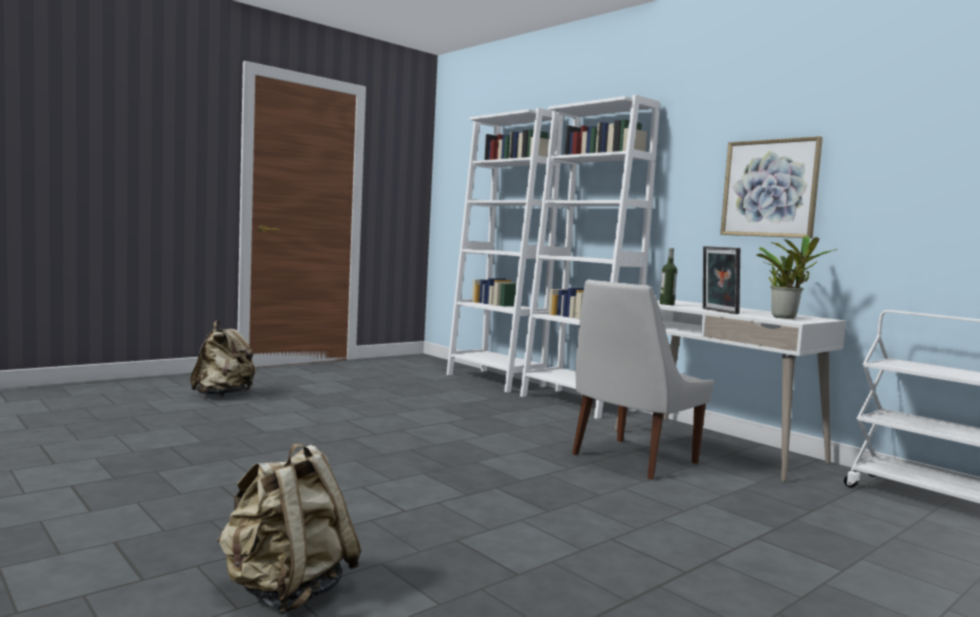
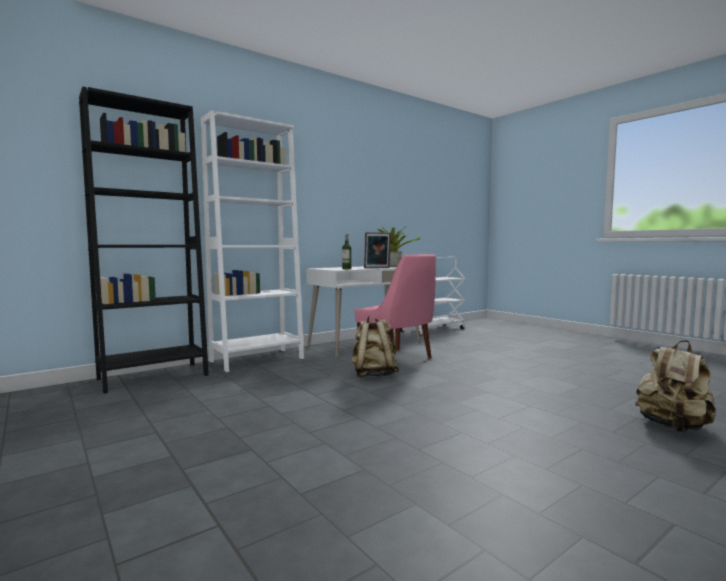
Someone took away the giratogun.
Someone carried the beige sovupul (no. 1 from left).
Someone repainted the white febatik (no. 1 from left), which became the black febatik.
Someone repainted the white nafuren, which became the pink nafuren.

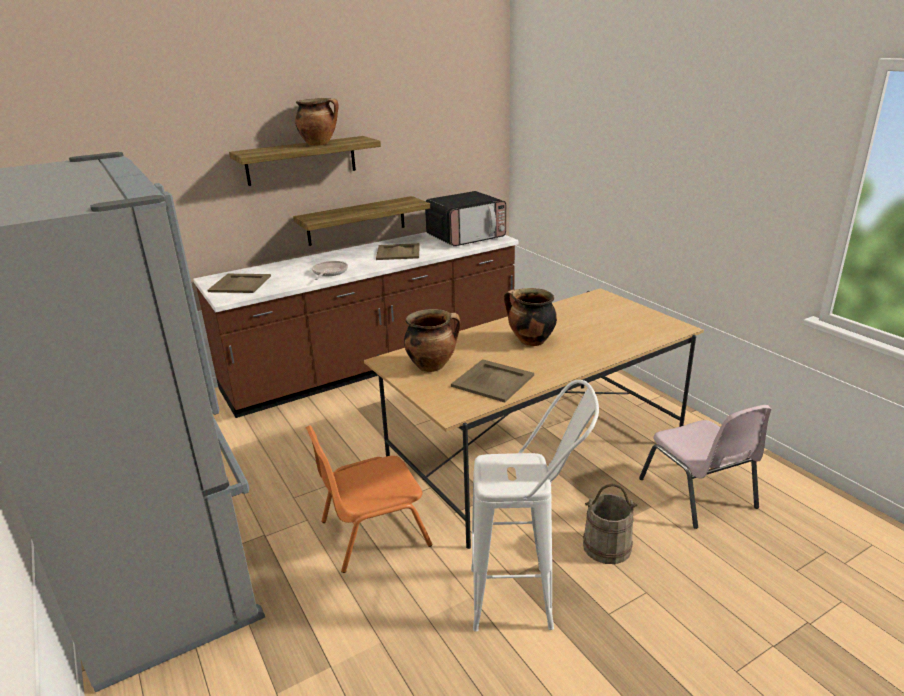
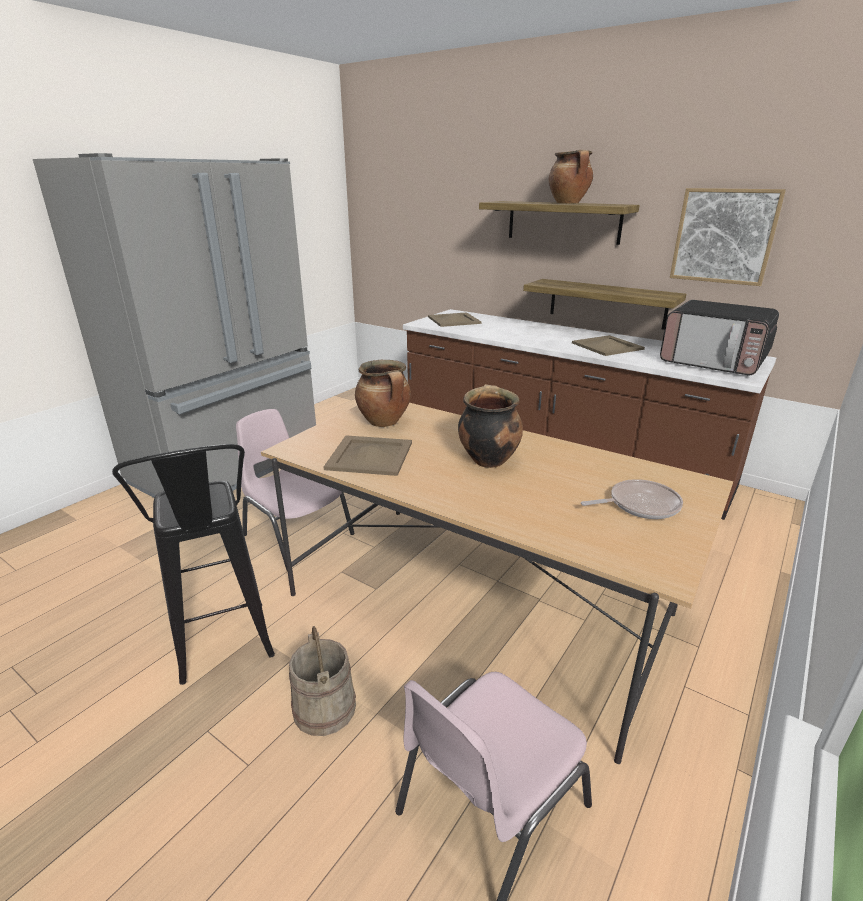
Someone put up the giratogun.
Someone carried the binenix.
Someone repainted the orange nafuren, which became the pink nafuren (no. 1 from left).
Someone repainted the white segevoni, which became the black segevoni.

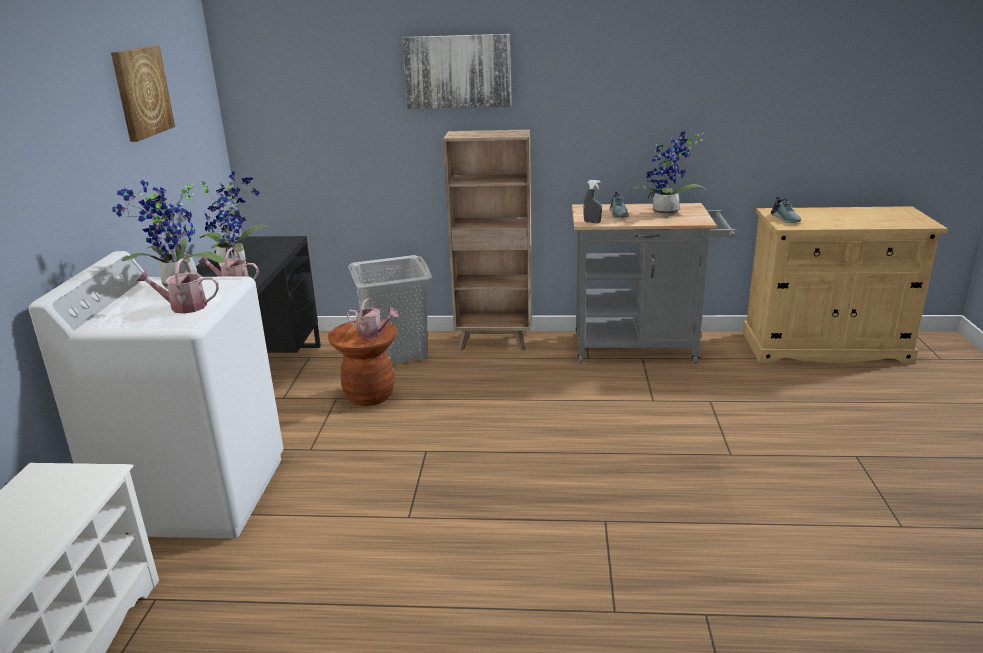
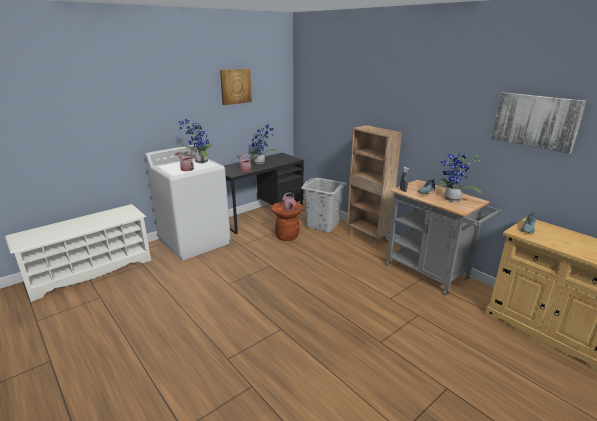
Someone carried the giratogun (no. 2 from left).

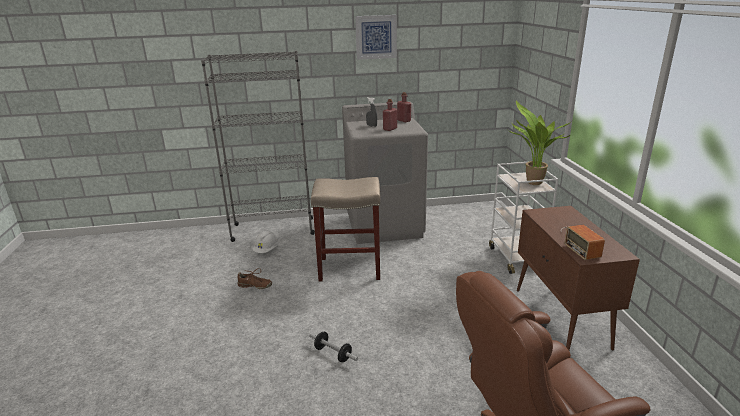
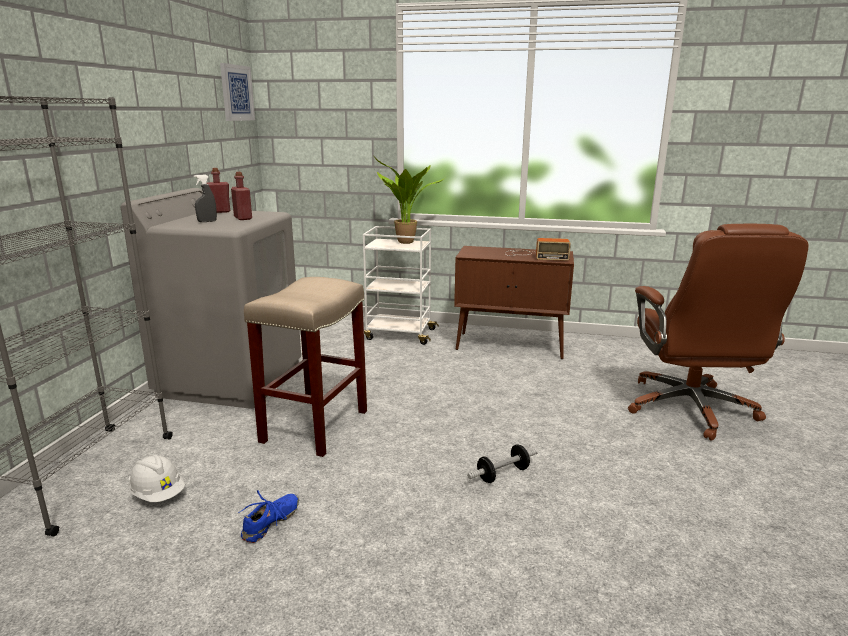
Someone carried the giratogun.
Someone repainted the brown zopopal, which became the blue zopopal.

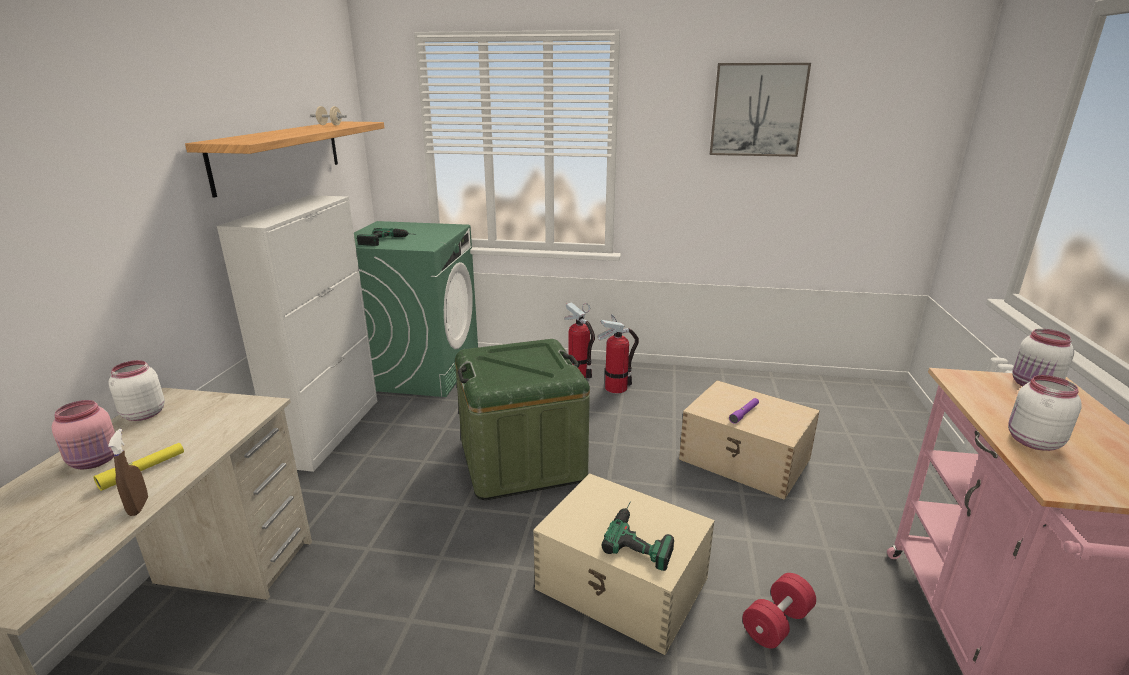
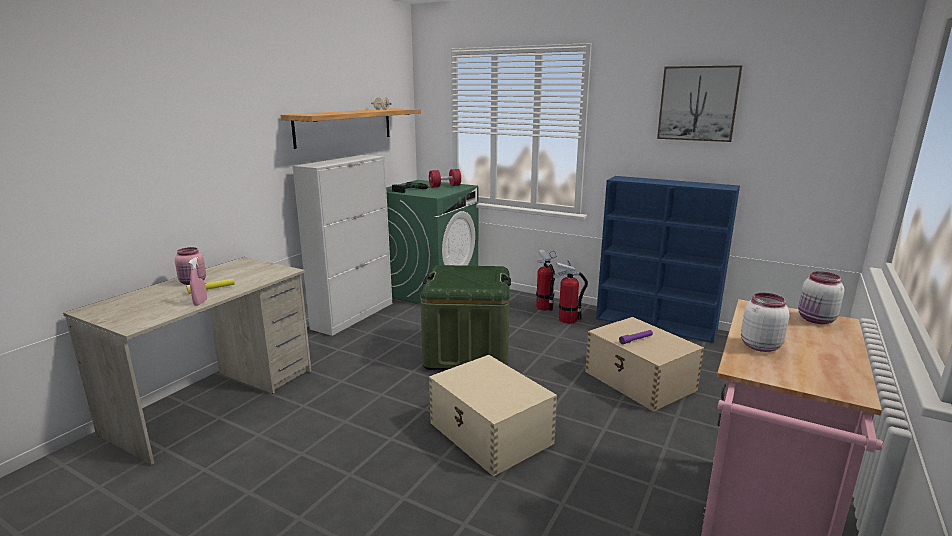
Someone took away the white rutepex (no. 1 from left).
Someone took away the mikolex (no. 2 from left).
Someone put down the blue febatik.
Someone carried the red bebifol.
Someone repainted the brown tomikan, which became the pink tomikan.

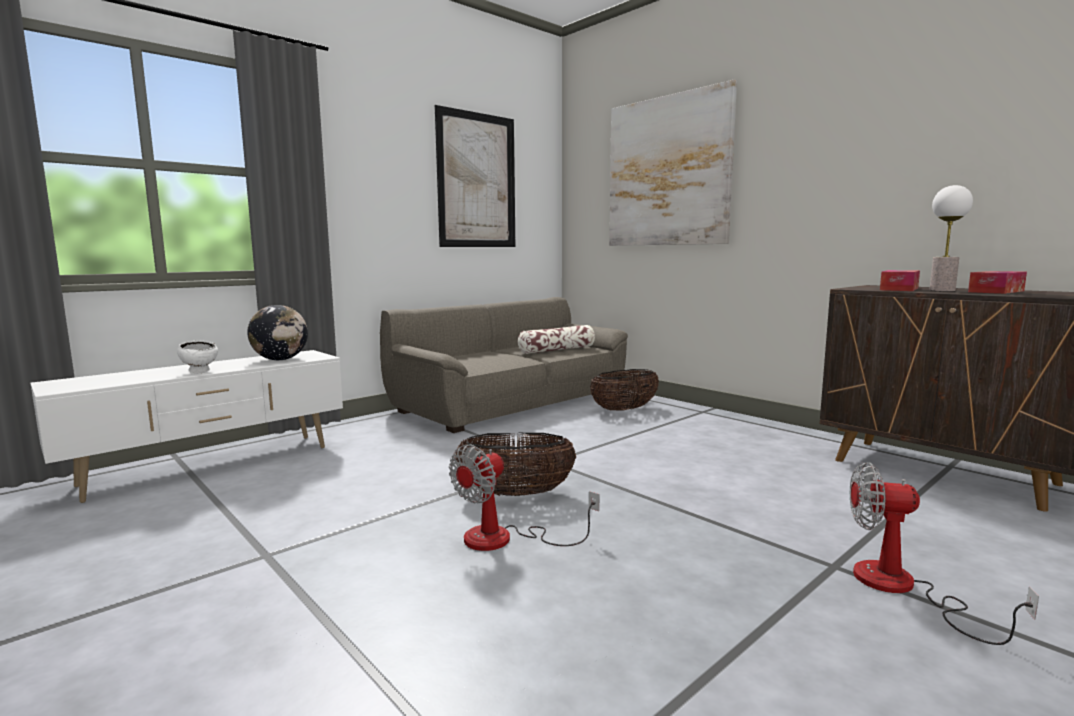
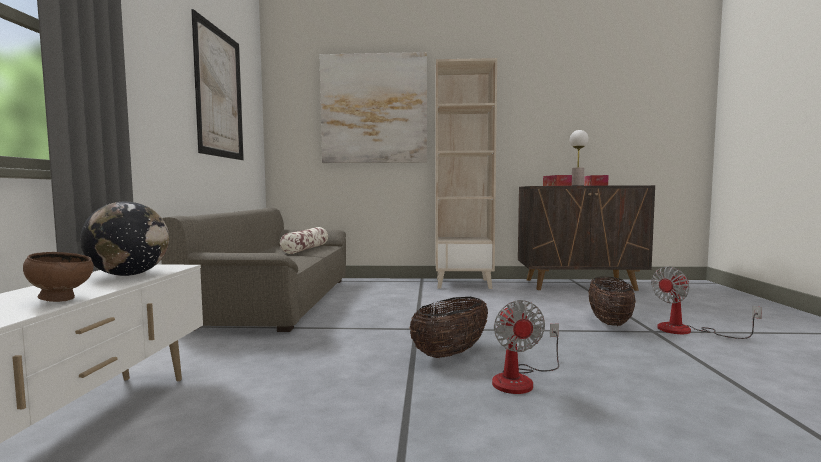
Someone put down the beige febatik.
Someone carried the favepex (no. 2 from left).
Someone repainted the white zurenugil, which became the brown zurenugil.

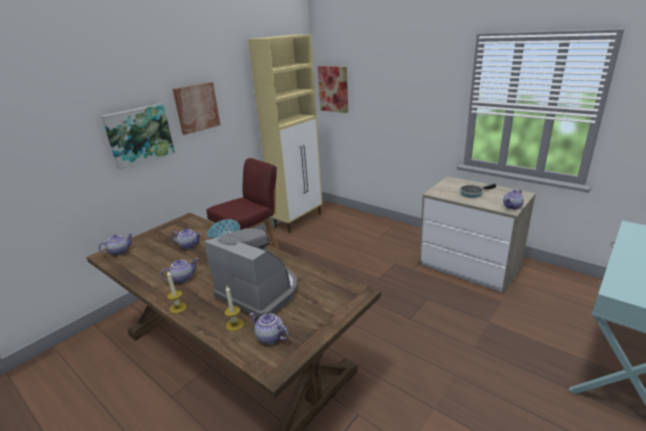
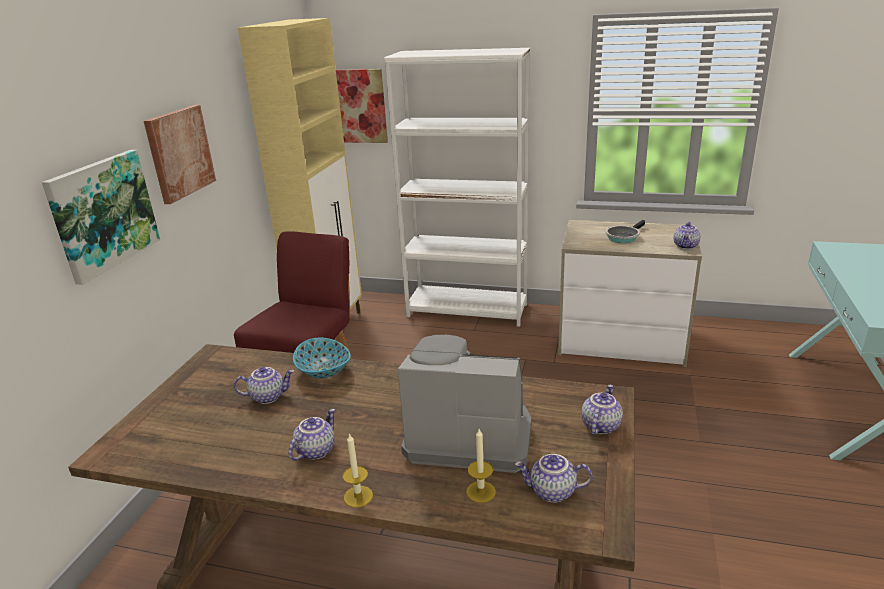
Someone put down the white febatik.
Someone carried the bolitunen (no. 1 from left in the first image).

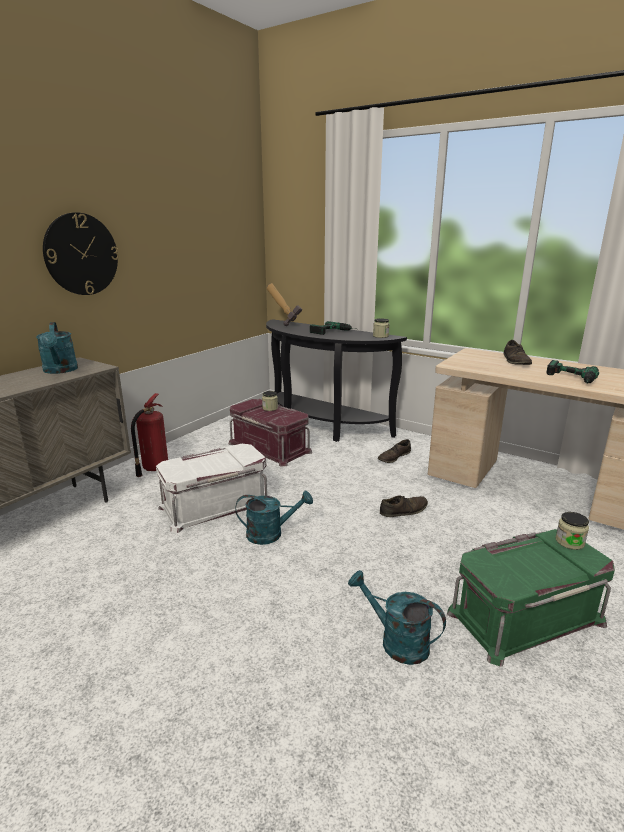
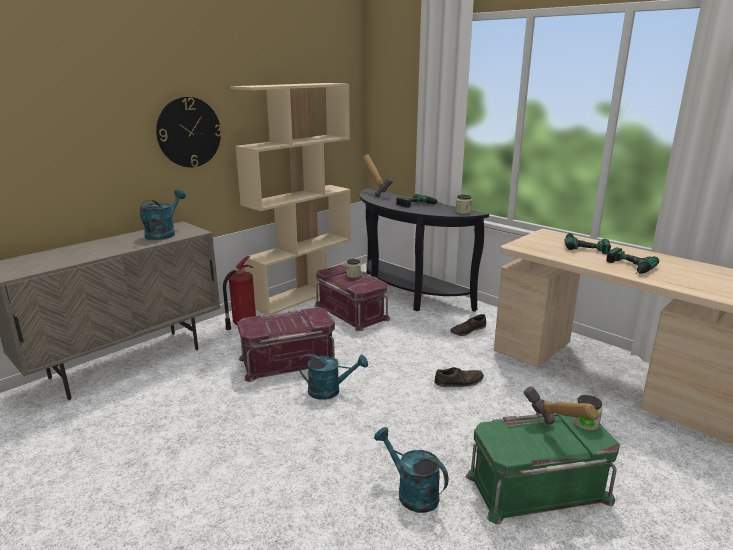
Someone put down the beige febatik.
Someone put down the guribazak (no. 2 from left).
Someone swapped the brown zopopal (no. 3 from left) for the mikolex (no. 2 from left).
Someone repainted the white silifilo, which became the red silifilo (no. 1 from left).
Someone rotated the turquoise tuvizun (no. 1 from left) by 150 degrees counterclockwise.

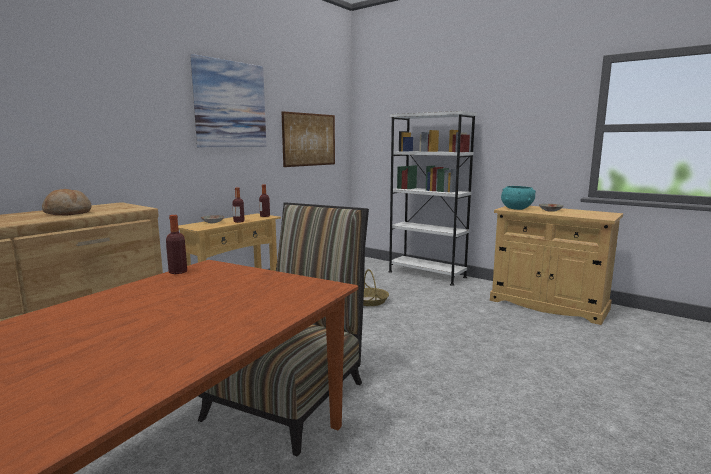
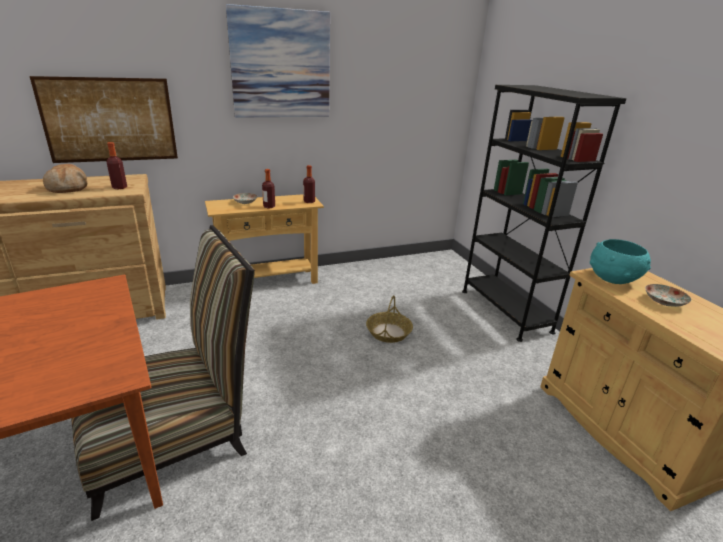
Someone carried the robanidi (no. 1 from left).
Someone carried the giratogun (no. 2 from left in the first image).
Someone repainted the white febatik, which became the black febatik.

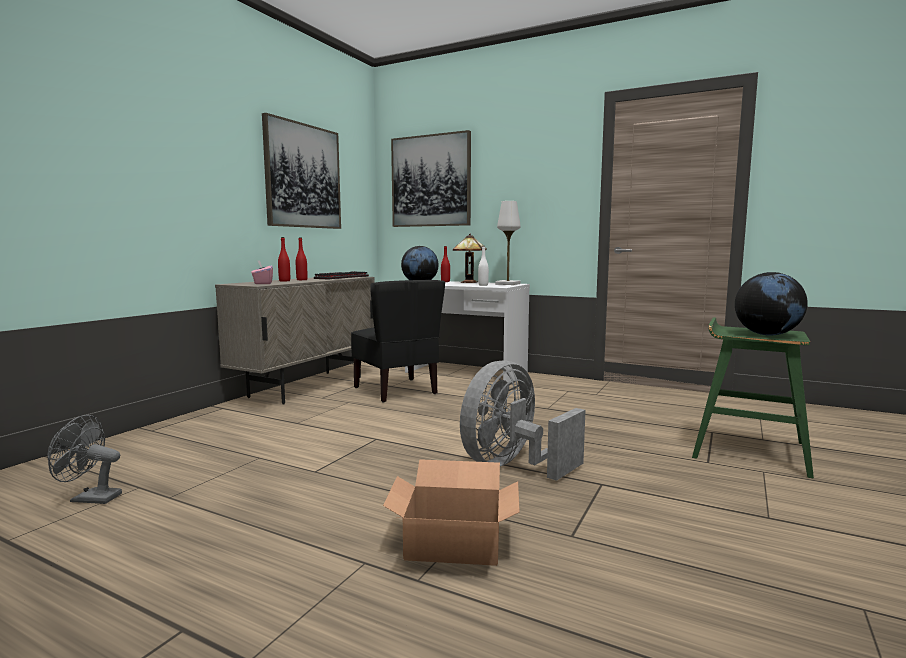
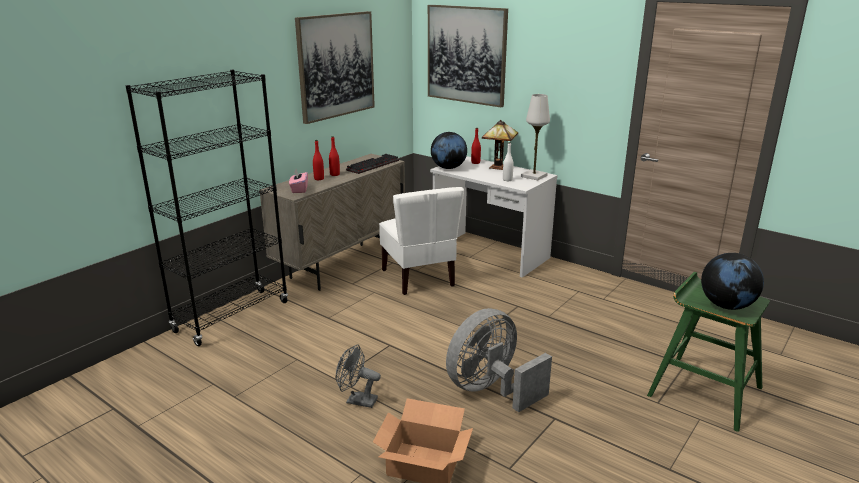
Someone put down the black febatik.
Someone carried the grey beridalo (no. 1 from left).
Someone repainted the black nafuren, which became the white nafuren.

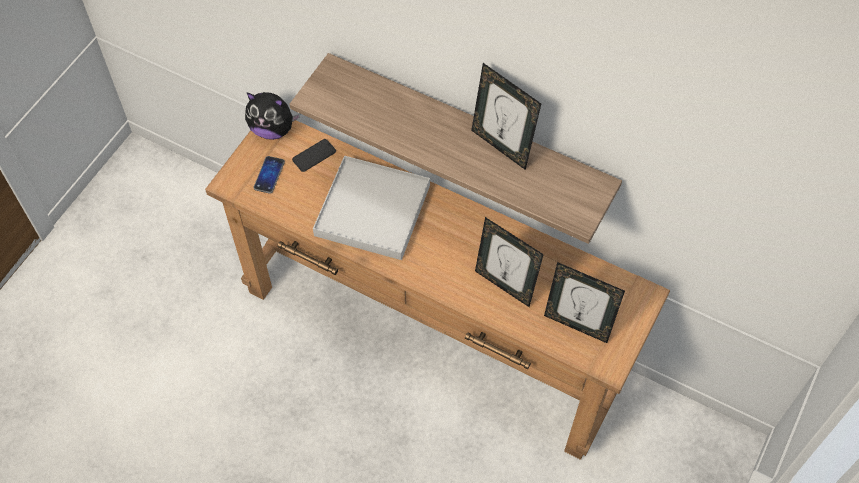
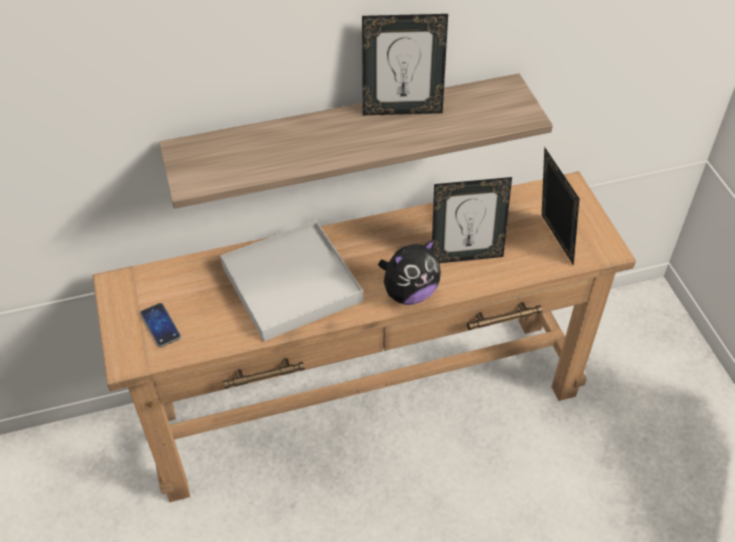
Someone took away the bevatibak (no. 2 from left).
Someone carried the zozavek.
Someone rotated the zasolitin (no. 3 from left) by 90 degrees counterclockwise.

